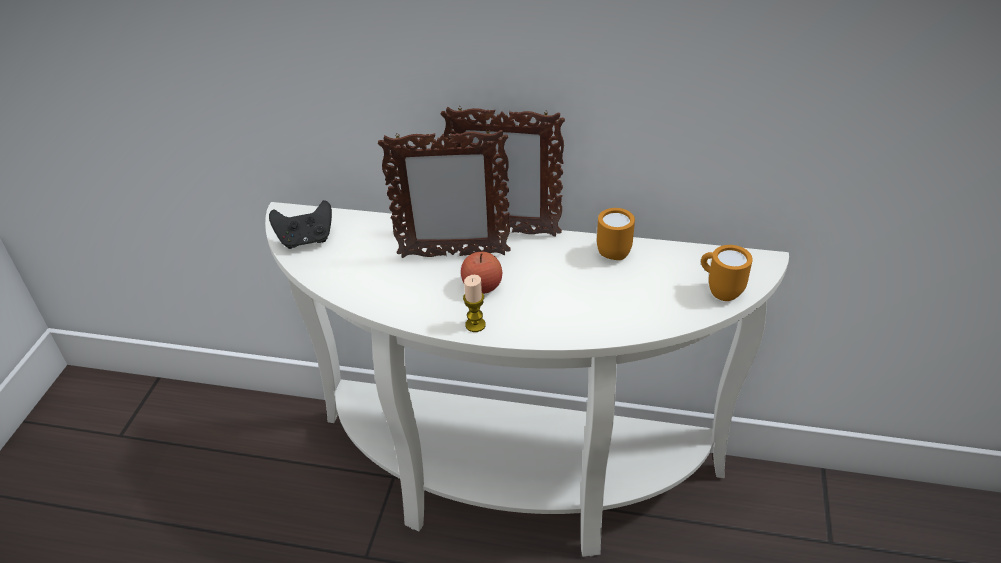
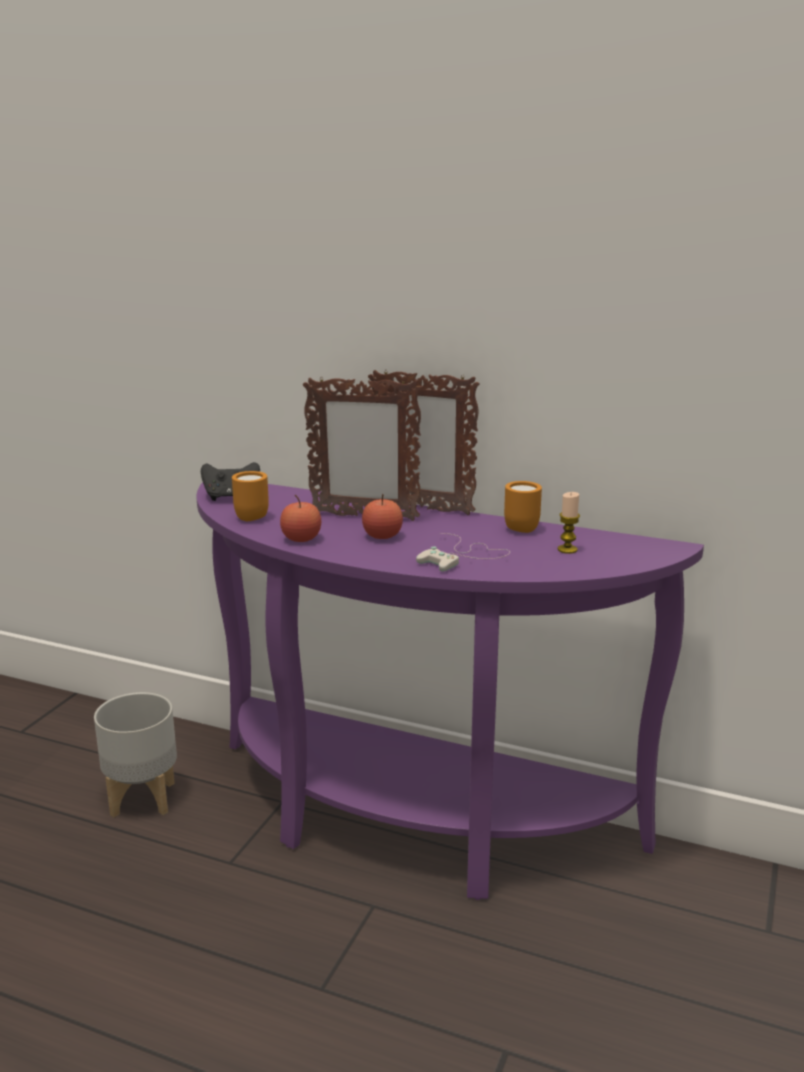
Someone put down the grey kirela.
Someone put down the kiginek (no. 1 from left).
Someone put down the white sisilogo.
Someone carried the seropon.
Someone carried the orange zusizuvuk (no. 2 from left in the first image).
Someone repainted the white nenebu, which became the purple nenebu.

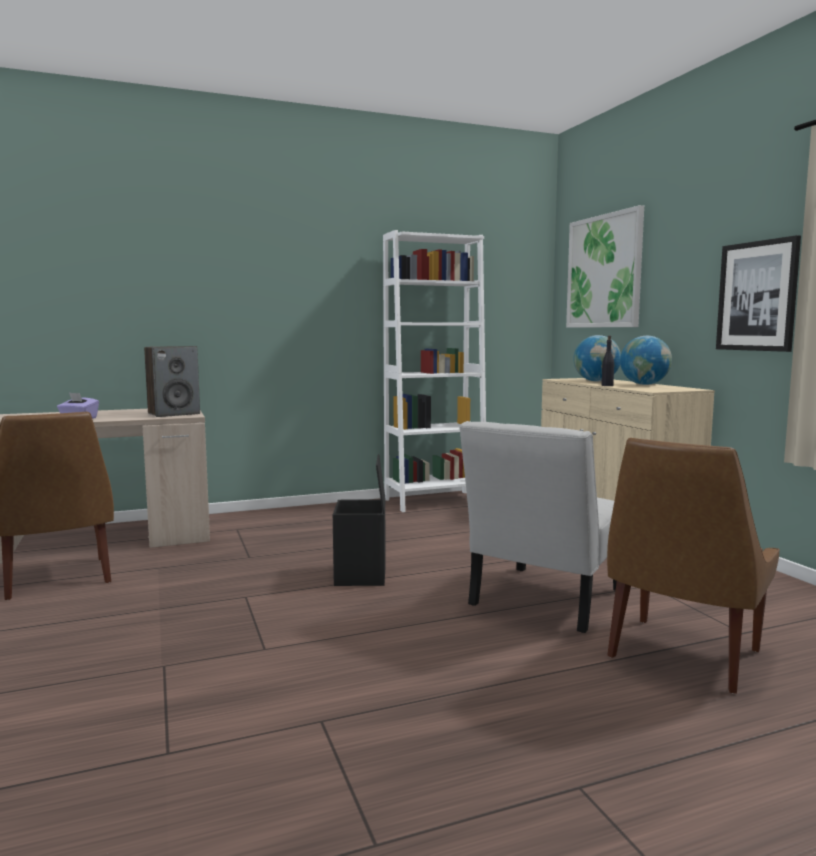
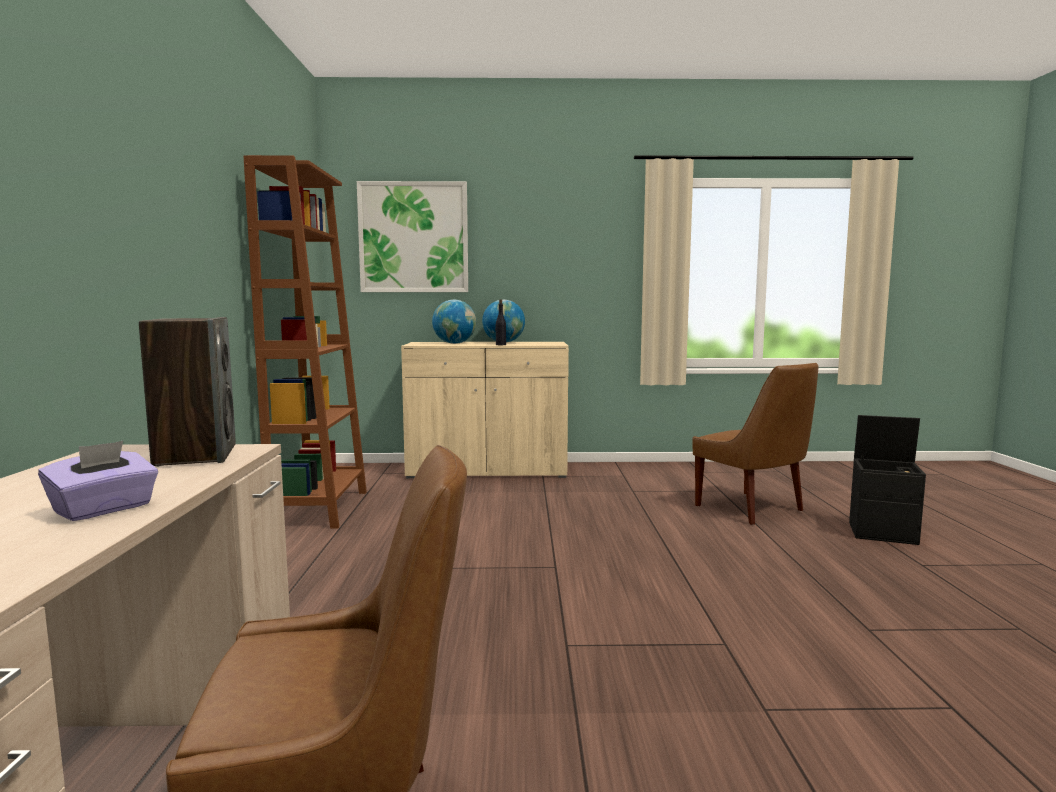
Someone took away the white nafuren.
Someone took away the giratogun (no. 2 from left).
Someone carried the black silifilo.
Someone repainted the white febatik, which became the brown febatik.

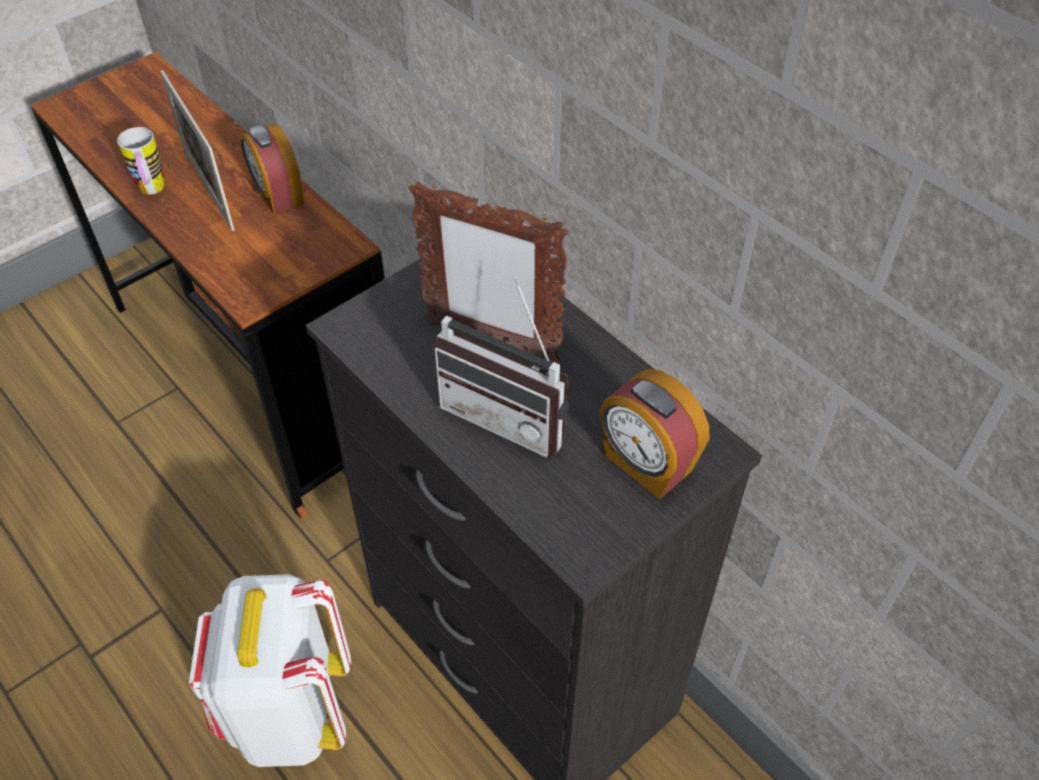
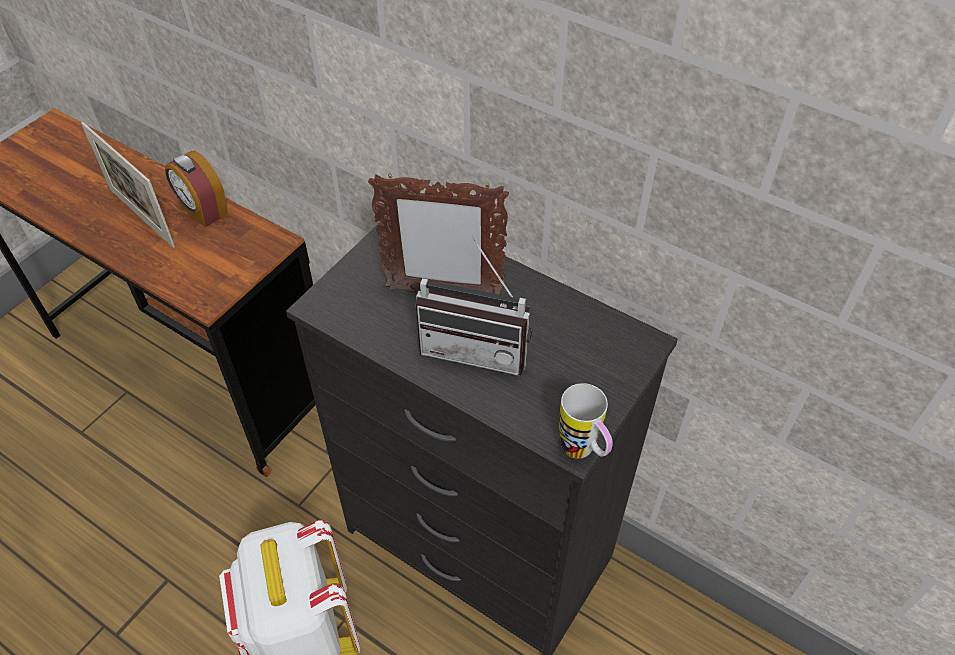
Someone took away the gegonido (no. 2 from left).
Someone carried the zusizuvuk.

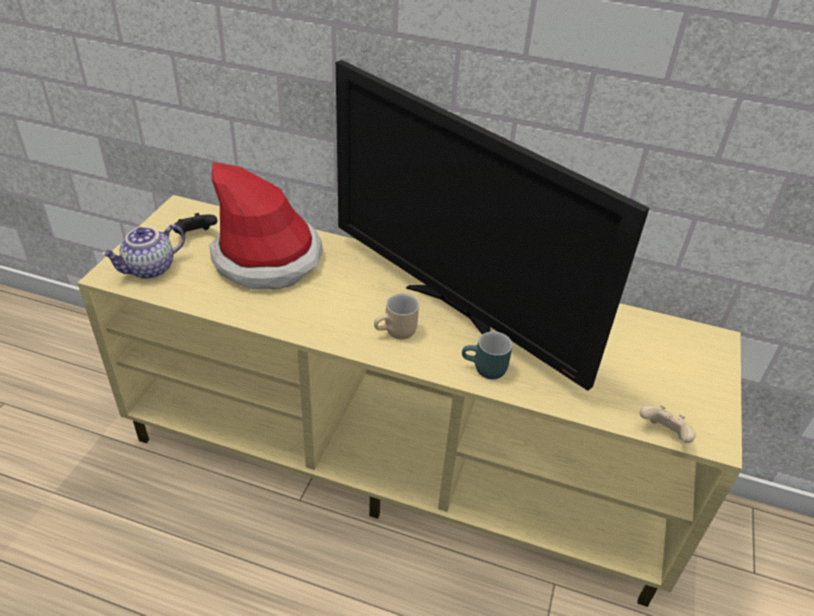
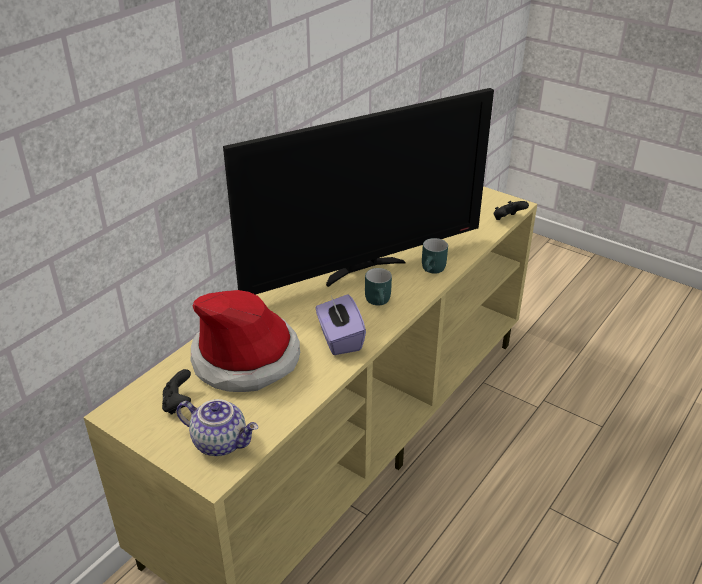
Someone put down the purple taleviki.
Someone repainted the beige zusizuvuk, which became the turquoise zusizuvuk (no. 1 from left).
Someone repainted the beige sisilogo, which became the black sisilogo (no. 2 from left).
Someone rotated the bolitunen by 45 degrees counterclockwise.

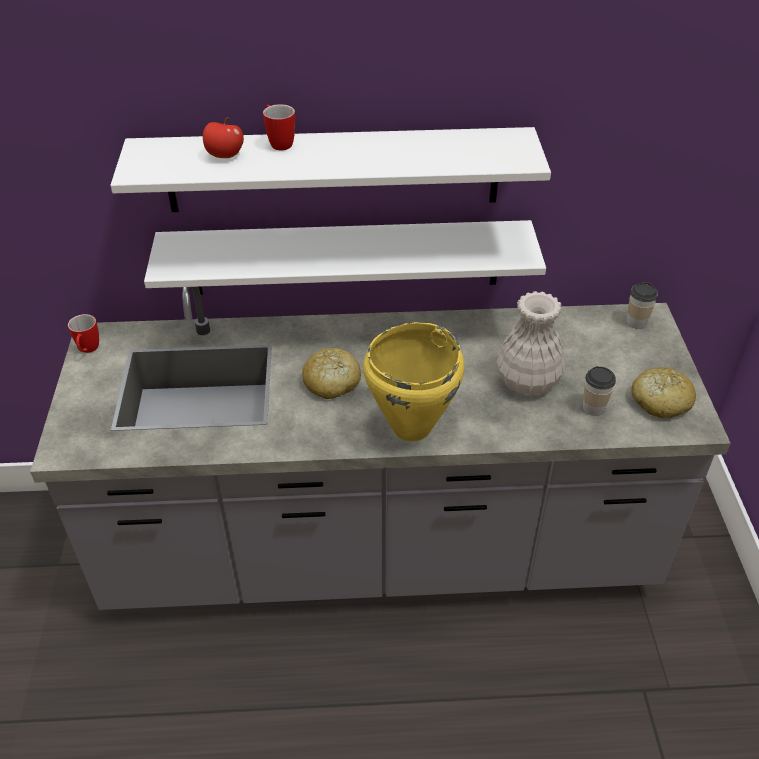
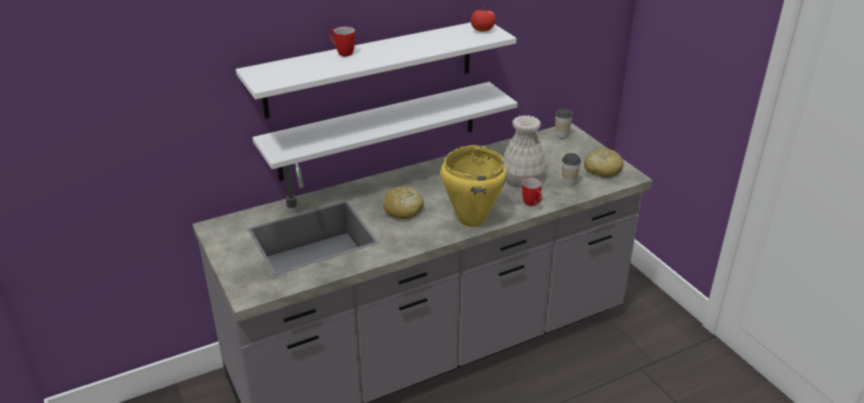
Someone carried the zusizuvuk (no. 1 from left in the first image).
Someone carried the kiginek.

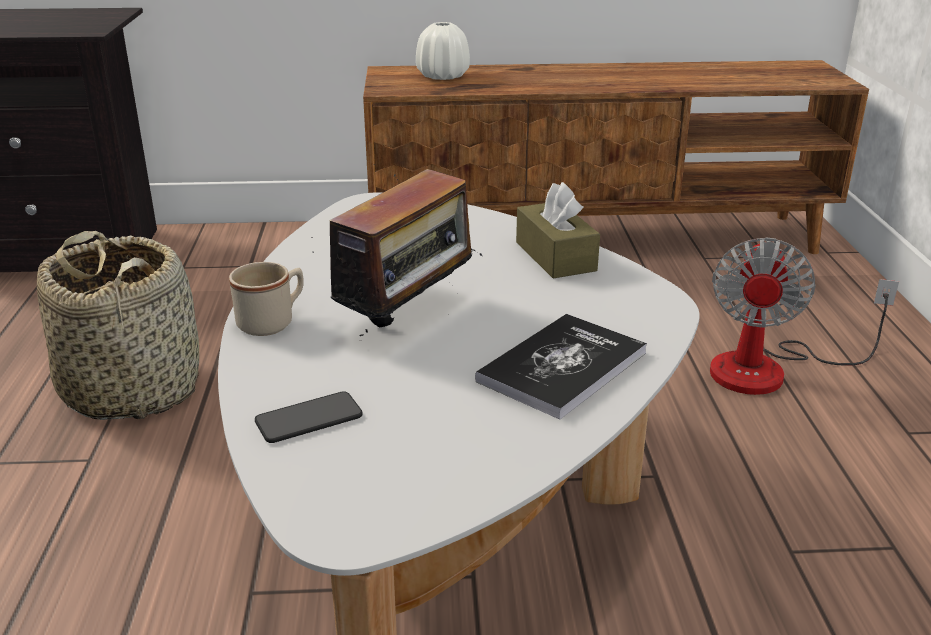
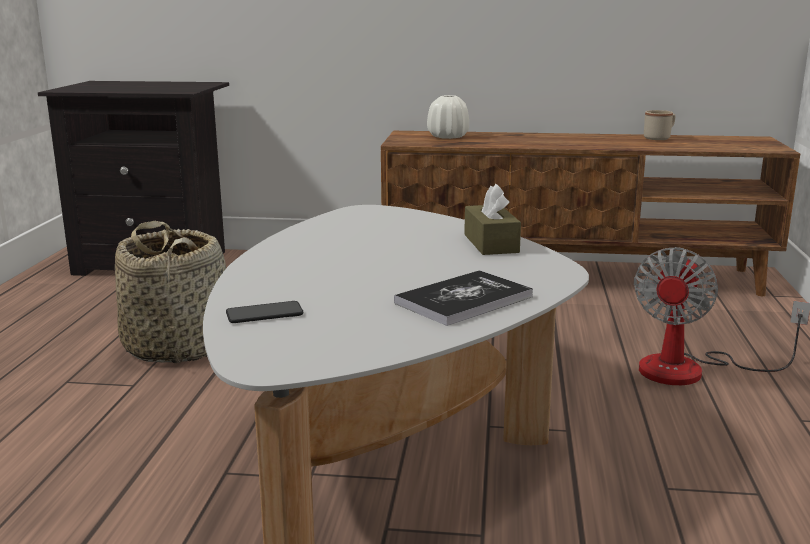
Someone took away the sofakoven.
Someone carried the beige zusizuvuk.

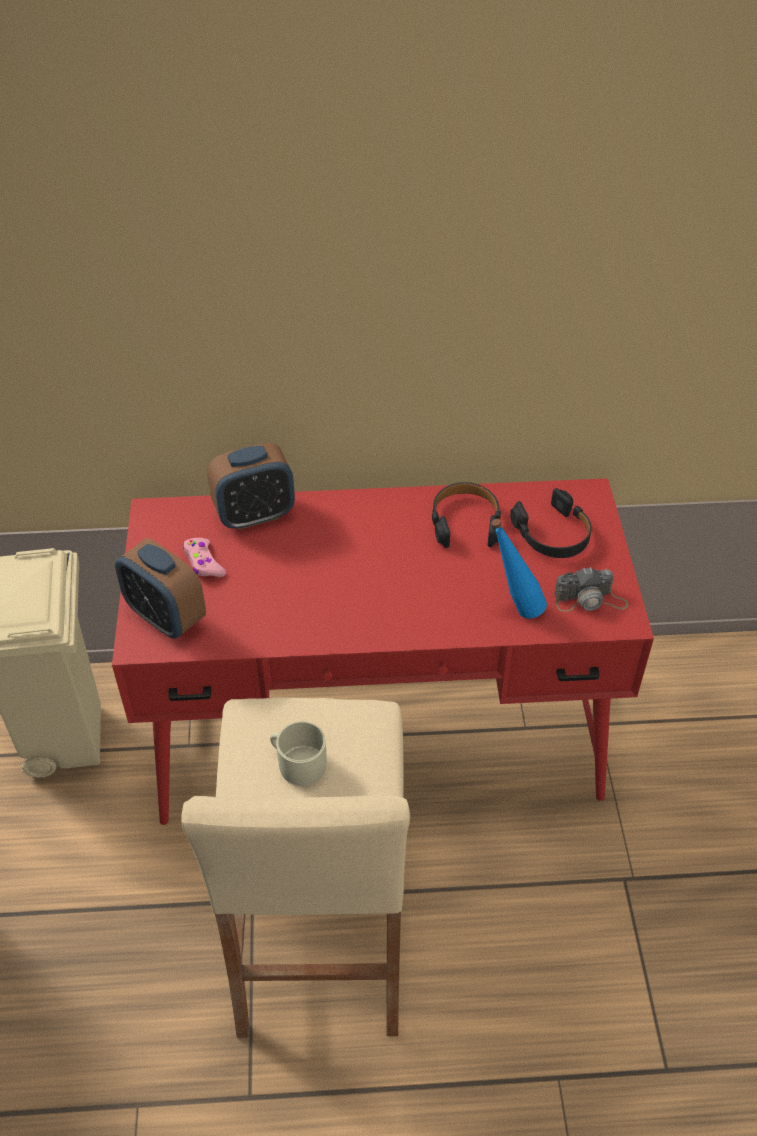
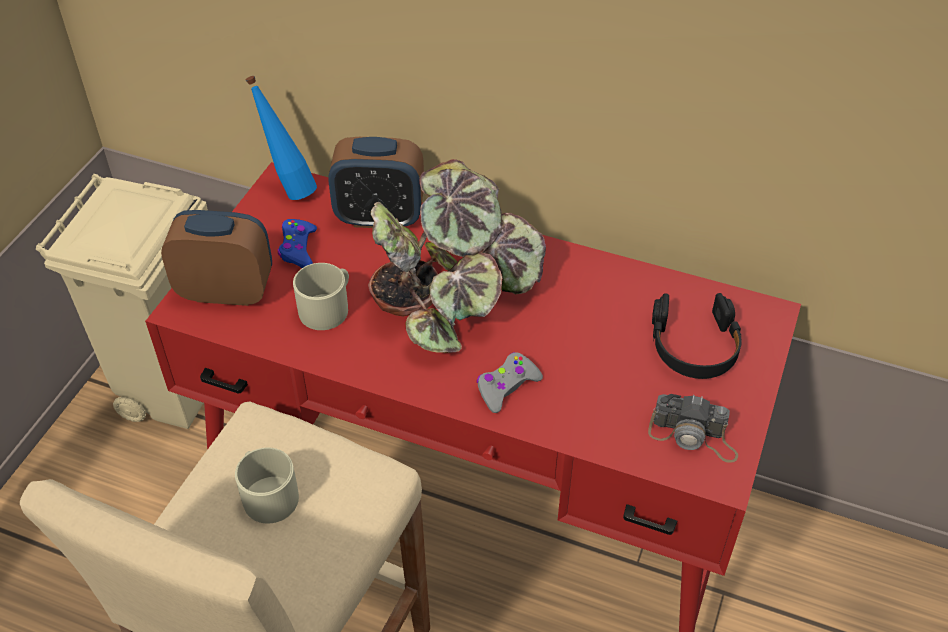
Someone took away the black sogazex (no. 1 from left).
Someone put down the beige zusizuvuk (no. 2 from left).
Someone put down the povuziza.
Someone put down the grey sisilogo.
Someone carried the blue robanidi.
Someone repainted the pink sisilogo, which became the blue sisilogo.
Someone rotated the gegonido (no. 1 from left) by 120 degrees clockwise.

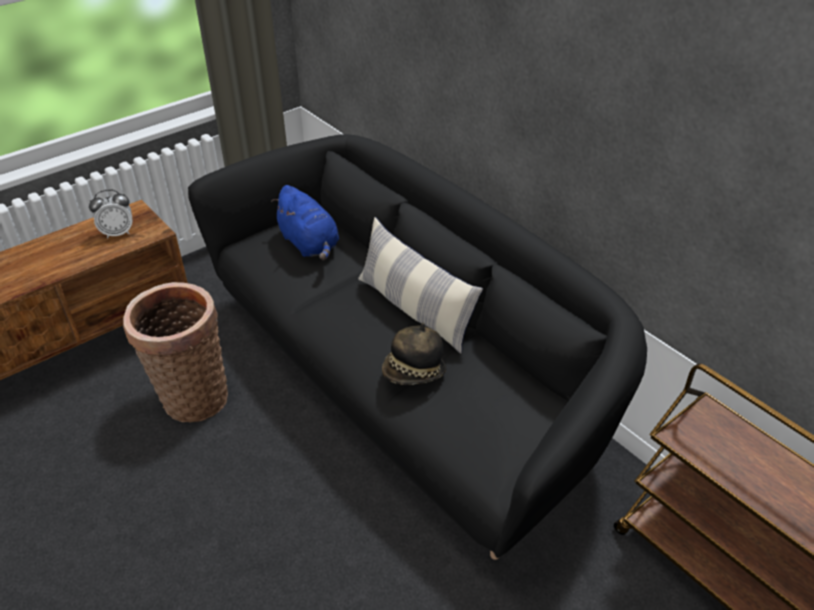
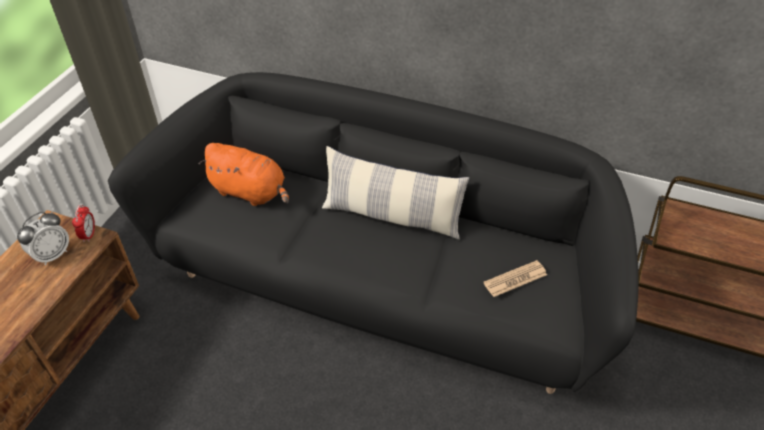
Someone took away the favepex.
Someone took away the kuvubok.
Someone put down the gegonido (no. 2 from left).
Someone put down the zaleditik.
Someone repainted the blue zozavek, which became the orange zozavek.

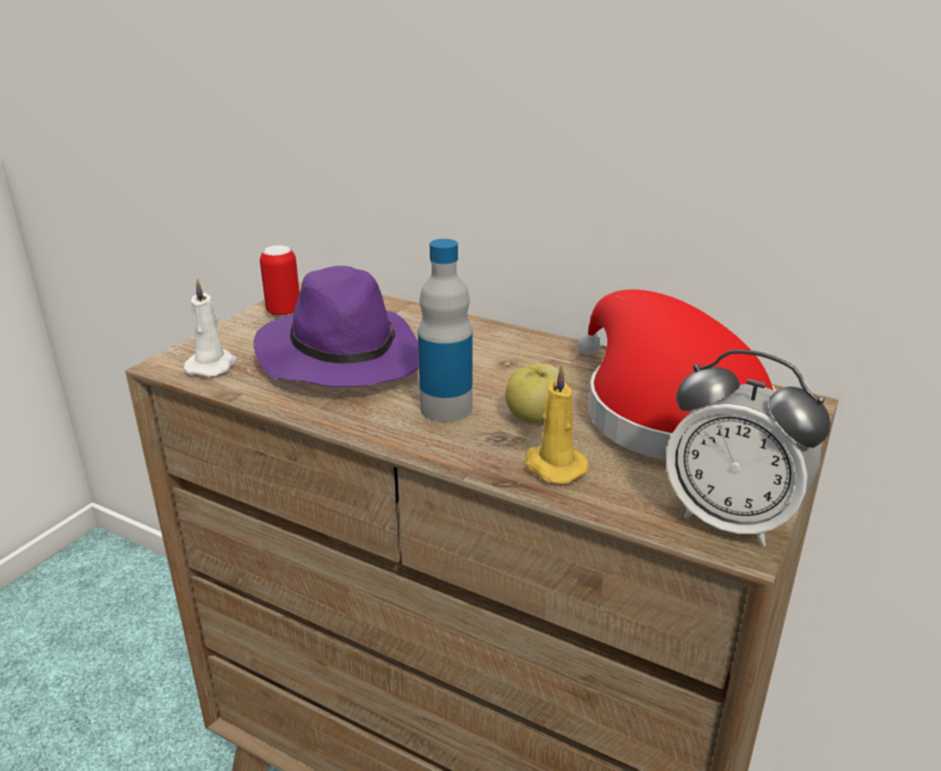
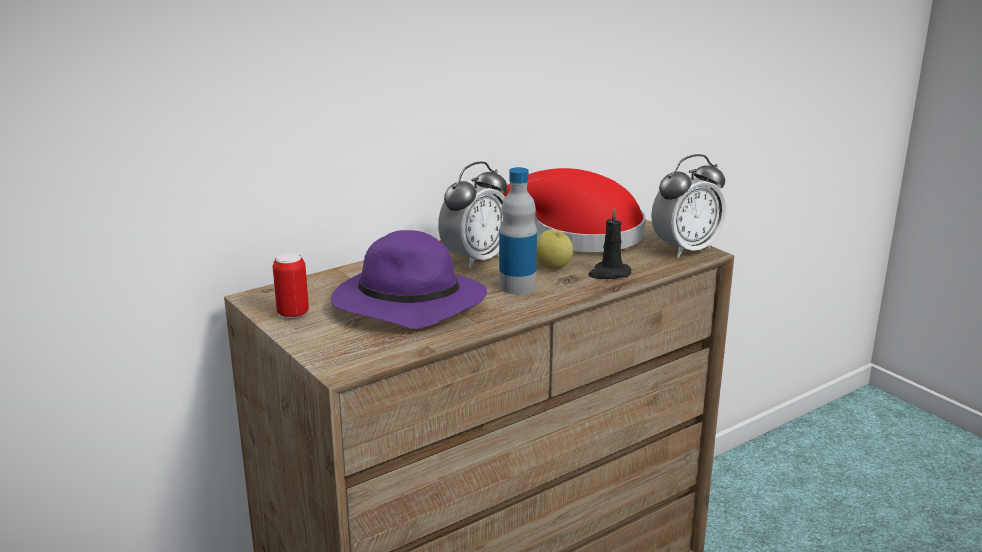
Someone took away the white seropon.
Someone put down the gegonido (no. 1 from left).
Someone repainted the yellow seropon, which became the black seropon.

